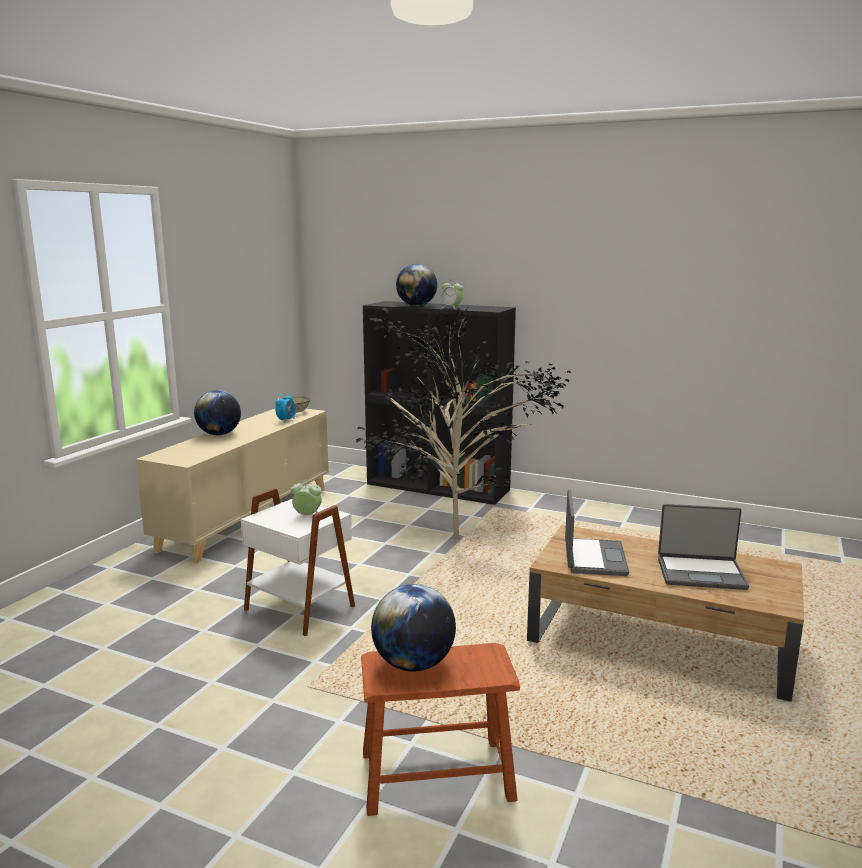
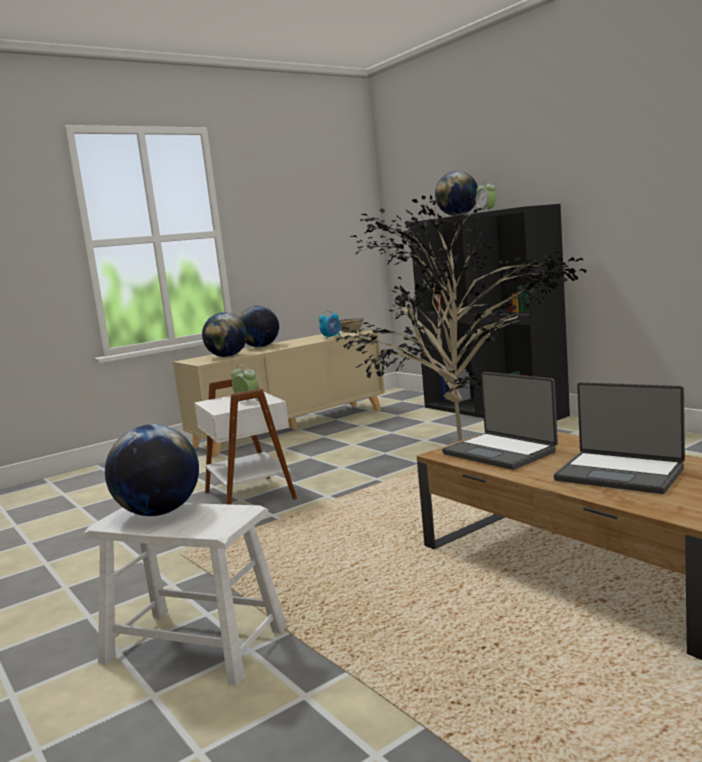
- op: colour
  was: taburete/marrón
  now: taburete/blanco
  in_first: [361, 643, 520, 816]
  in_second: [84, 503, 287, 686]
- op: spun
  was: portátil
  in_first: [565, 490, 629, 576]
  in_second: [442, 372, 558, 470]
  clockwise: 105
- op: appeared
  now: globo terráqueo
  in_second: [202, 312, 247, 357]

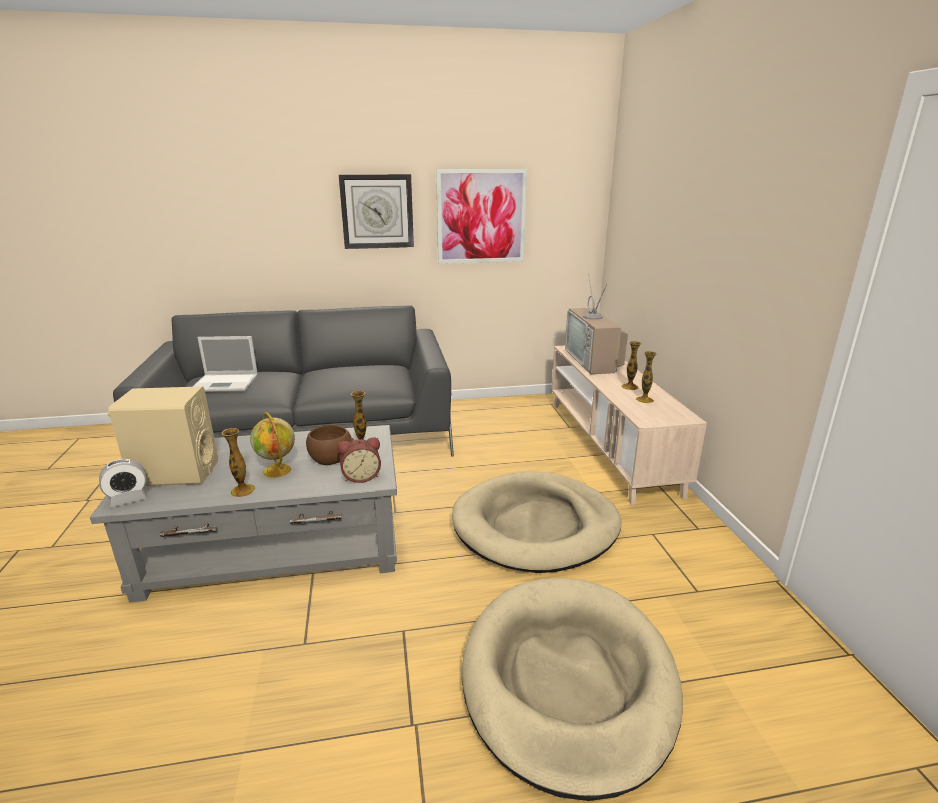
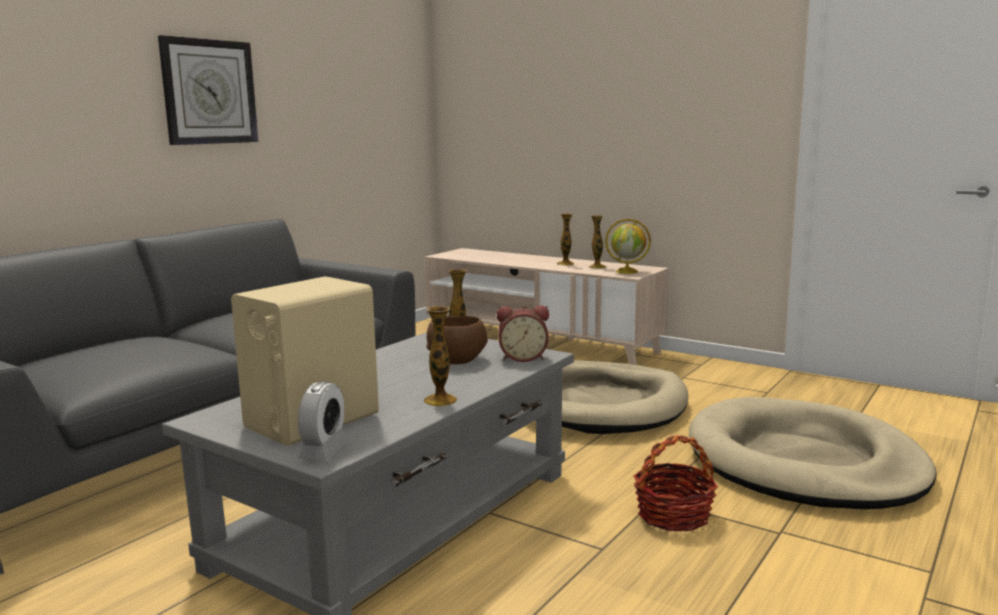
- op: missing
  was: portátil
  in_first: [192, 336, 258, 392]
- op: relocated
  was: globo terráqueo
  in_first: [250, 412, 295, 478]
  in_second: [605, 219, 651, 274]
- op: spun
  was: despertador
  in_first: [337, 437, 381, 483]
  in_second: [497, 305, 549, 362]
  clockwise: 60
- op: missing
  was: cuadro
  in_first: [436, 169, 527, 264]
- op: missing
  was: televisor
  in_first: [565, 274, 628, 374]
- op: appeared
  now: cesta
  in_second: [633, 435, 718, 532]

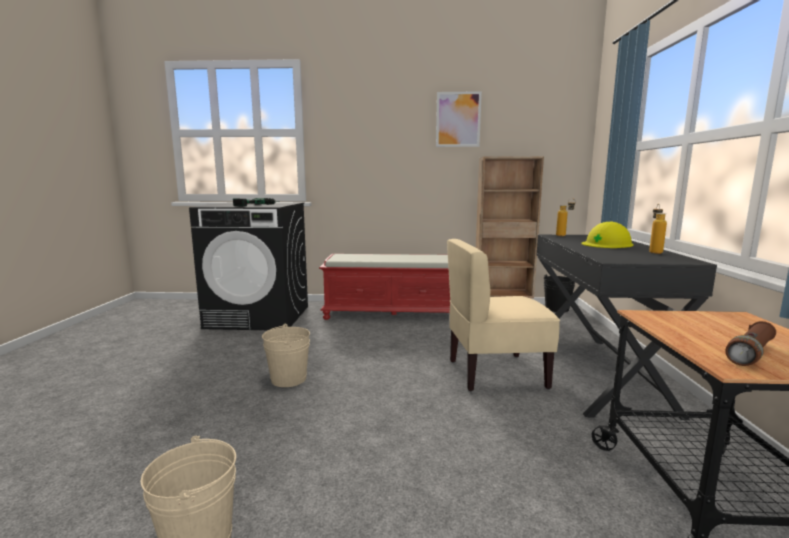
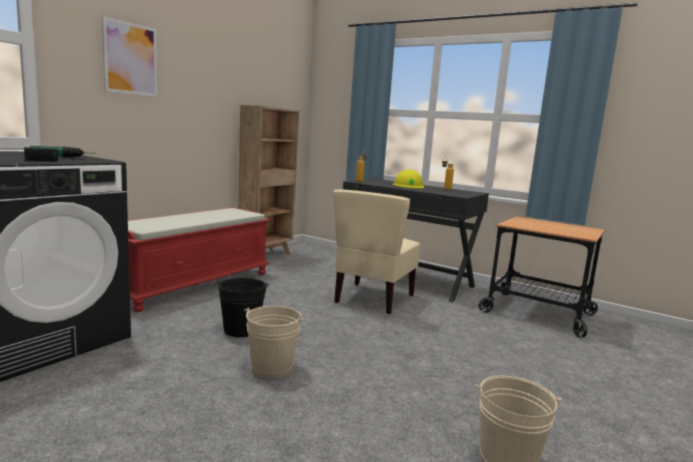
- op: relocated
  was: cuadro
  in_first: [436, 91, 482, 147]
  in_second: [102, 16, 157, 97]
- op: relocated
  was: cubo/negro
  in_first: [544, 274, 575, 312]
  in_second: [215, 278, 269, 337]
- op: missing
  was: linterna/marrón
  in_first: [725, 321, 776, 366]

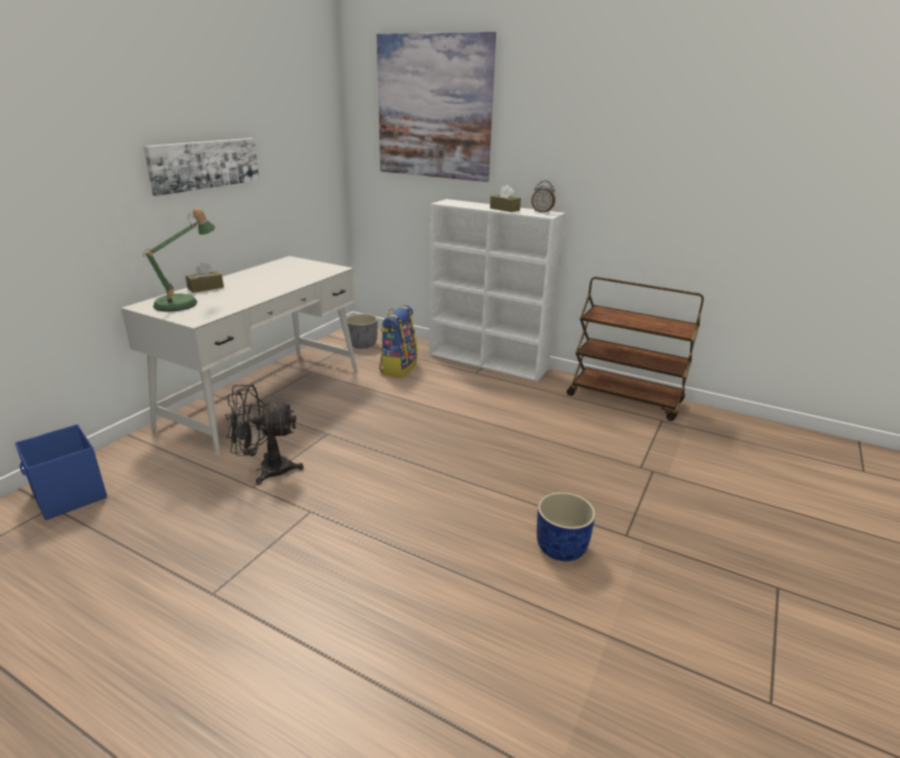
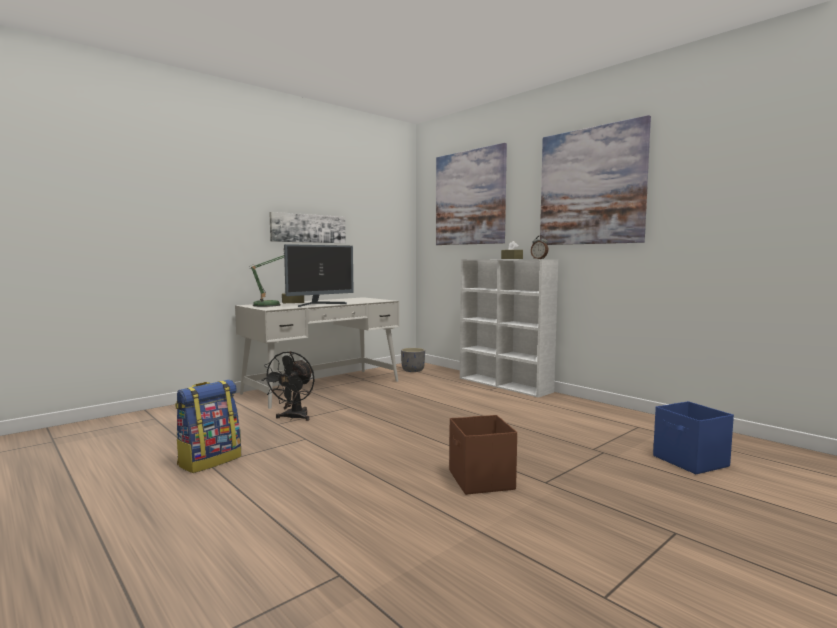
- op: relocated
  was: caja de almacenaje/azul
  in_first: [15, 424, 107, 520]
  in_second: [653, 401, 734, 474]
- op: spun
  was: ventilador/negro
  in_first: [225, 385, 304, 485]
  in_second: [262, 351, 315, 421]
  clockwise: -90
- op: relocated
  was: mochila
  in_first: [379, 305, 417, 378]
  in_second: [175, 380, 241, 473]
- op: exchanged
  was: maceta/azul
  now: caja de almacenaje/marrón
  in_first: [537, 492, 596, 561]
  in_second: [449, 415, 517, 495]
- op: missing
  was: carrito/marrón
  in_first: [567, 277, 704, 421]
- op: appeared
  now: monitor
  in_second: [284, 244, 354, 307]
- op: appeared
  now: cuadro
  in_second: [540, 115, 651, 245]

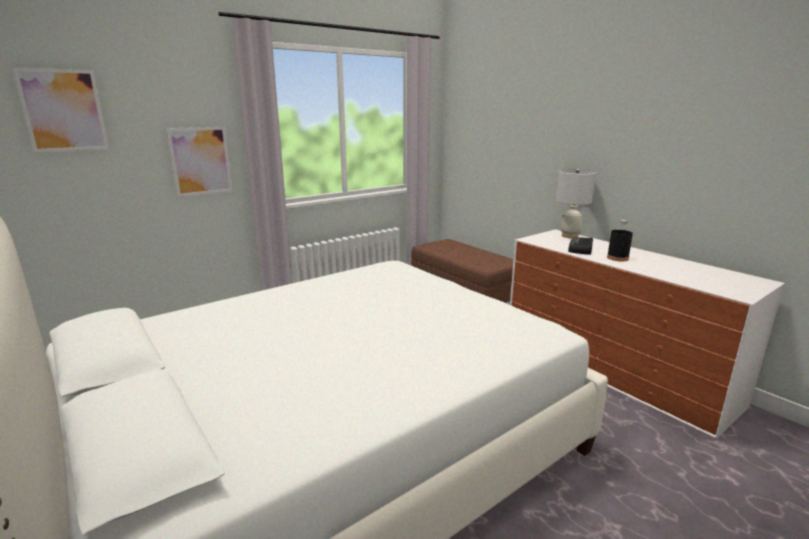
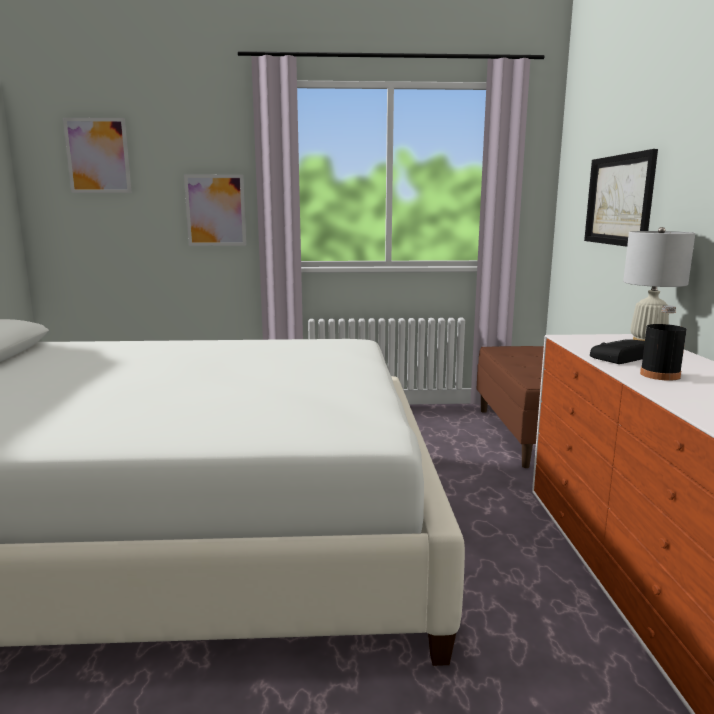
- op: appeared
  now: cuadro
  in_second: [584, 149, 658, 247]

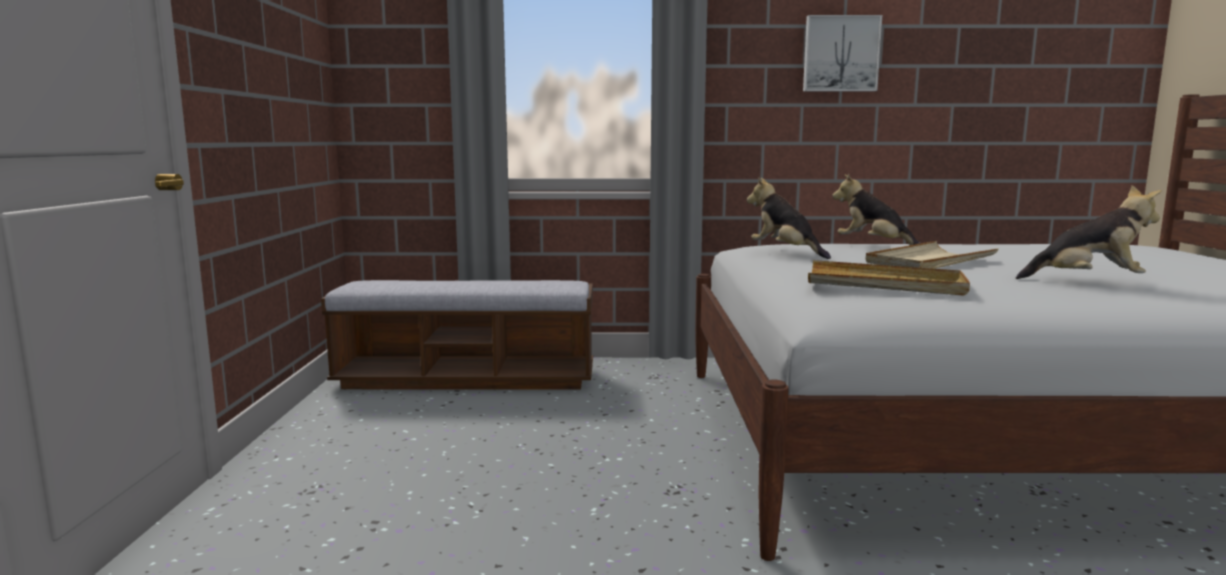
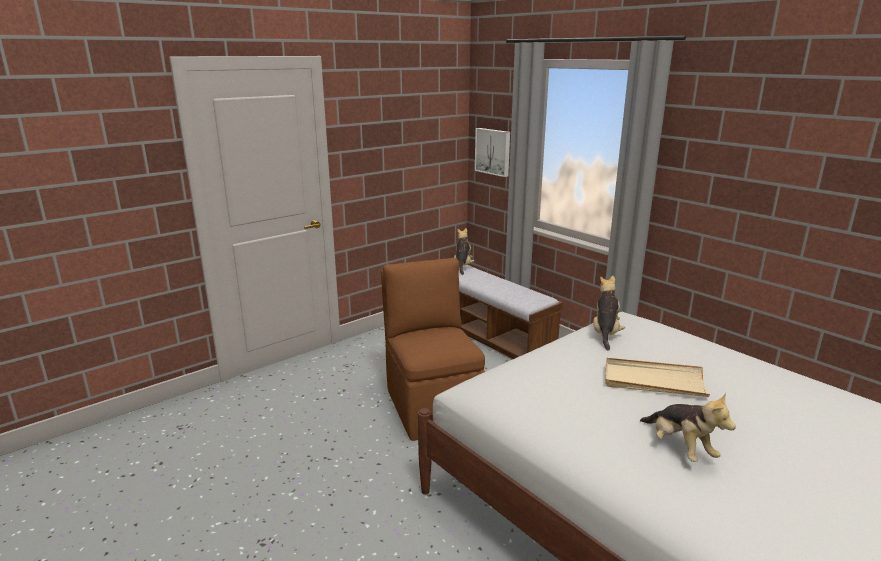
- op: relocated
  was: cuadro
  in_first: [803, 15, 882, 92]
  in_second: [475, 128, 510, 177]
- op: missing
  was: bandeja/beis
  in_first: [808, 260, 970, 296]
- op: relocated
  was: peluche
  in_first: [832, 173, 921, 245]
  in_second: [454, 228, 474, 275]
- op: appeared
  now: silla/marrón
  in_second: [381, 258, 485, 441]

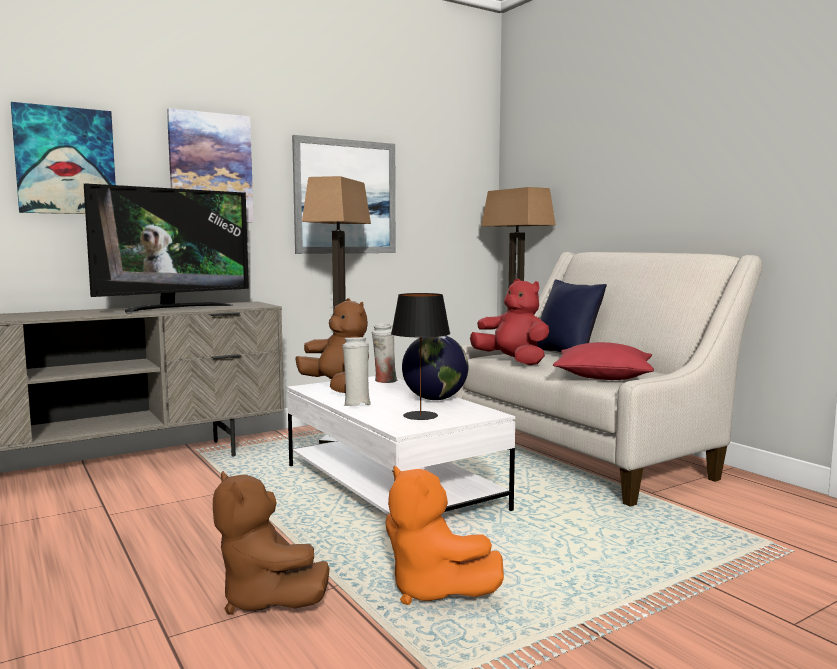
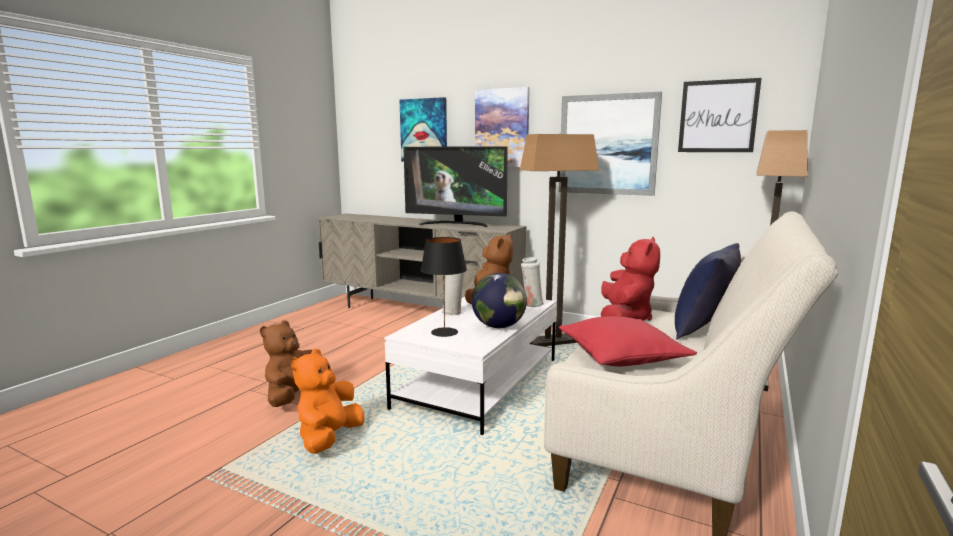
- op: appeared
  now: cuadro
  in_second: [678, 78, 762, 152]

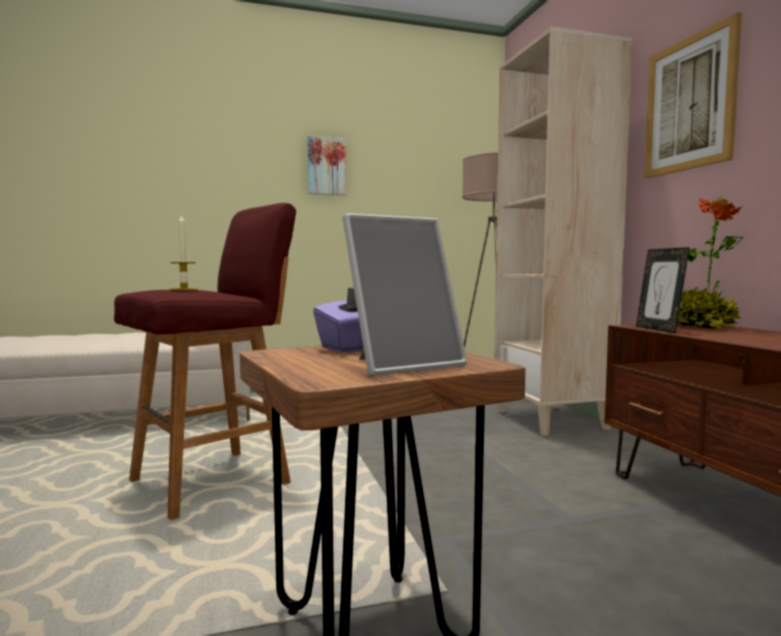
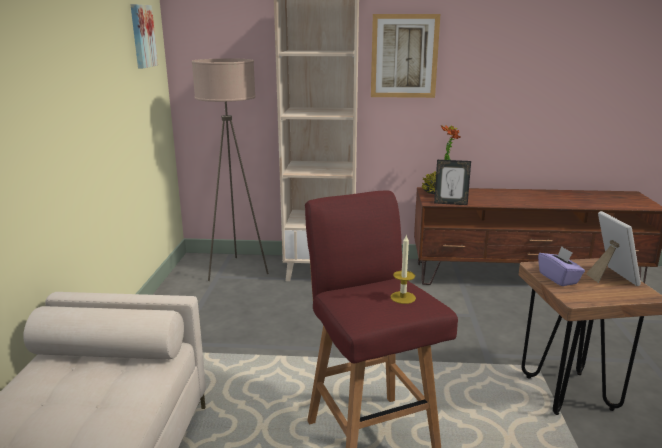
- op: relocated
  was: cuadro
  in_first: [308, 135, 346, 195]
  in_second: [130, 4, 158, 68]

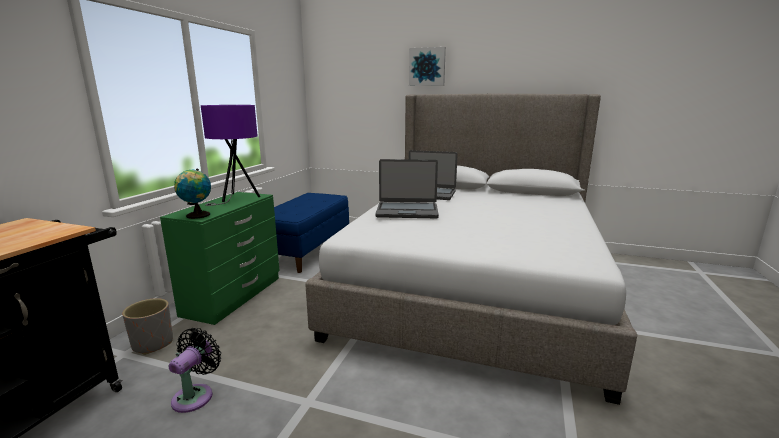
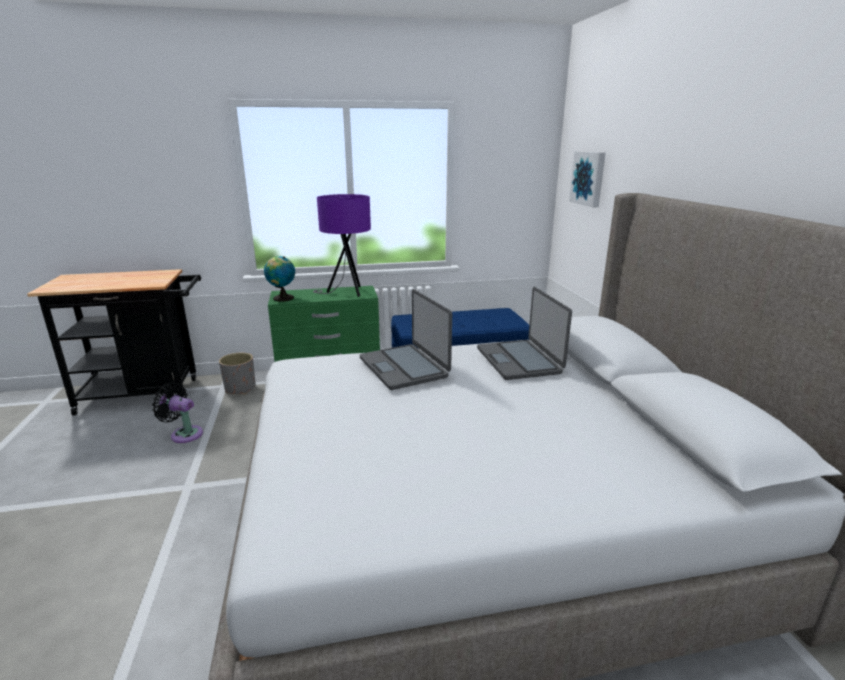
- op: spun
  was: ventilador/negro
  in_first: [169, 328, 221, 413]
  in_second: [152, 382, 203, 443]
  clockwise: -150
- op: relocated
  was: cuadro
  in_first: [409, 47, 446, 86]
  in_second: [569, 151, 606, 207]

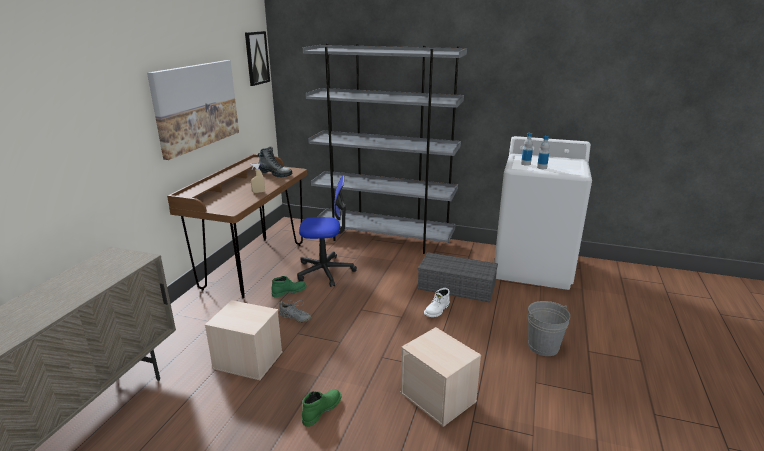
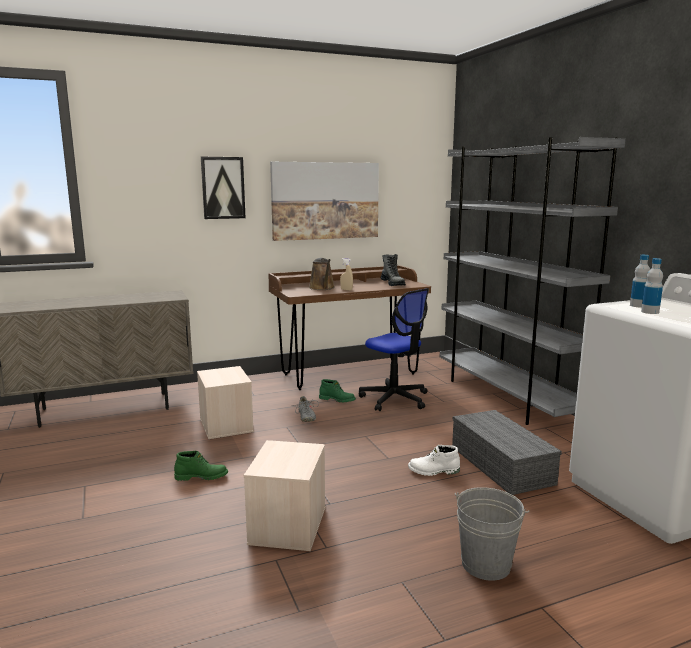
- op: relocated
  was: cuadro
  in_first: [245, 31, 270, 86]
  in_second: [201, 157, 246, 219]
- op: appeared
  now: regadera/marrón
  in_second: [309, 258, 335, 290]

